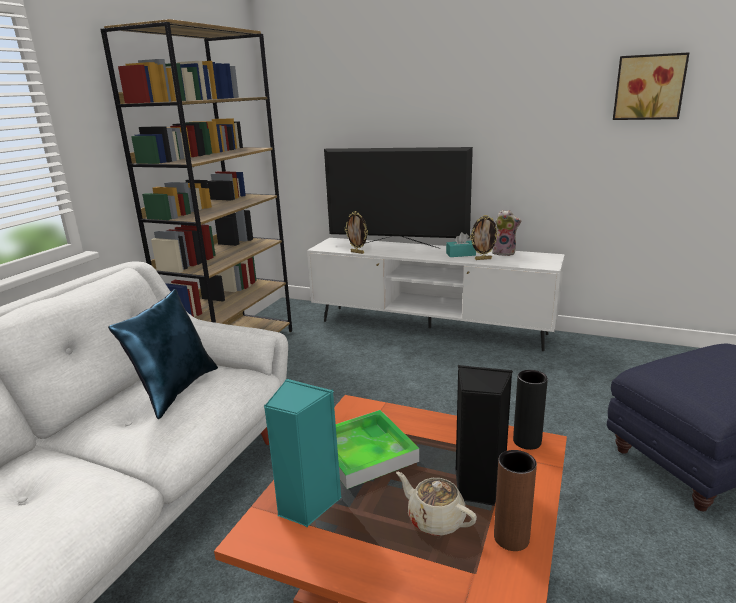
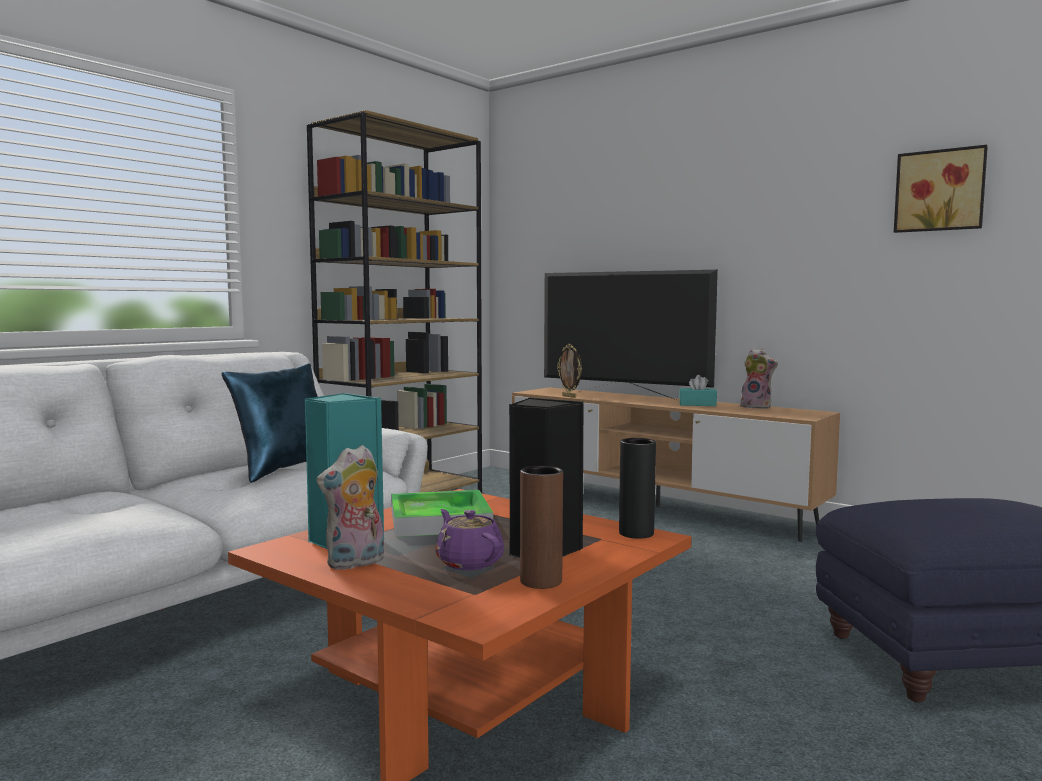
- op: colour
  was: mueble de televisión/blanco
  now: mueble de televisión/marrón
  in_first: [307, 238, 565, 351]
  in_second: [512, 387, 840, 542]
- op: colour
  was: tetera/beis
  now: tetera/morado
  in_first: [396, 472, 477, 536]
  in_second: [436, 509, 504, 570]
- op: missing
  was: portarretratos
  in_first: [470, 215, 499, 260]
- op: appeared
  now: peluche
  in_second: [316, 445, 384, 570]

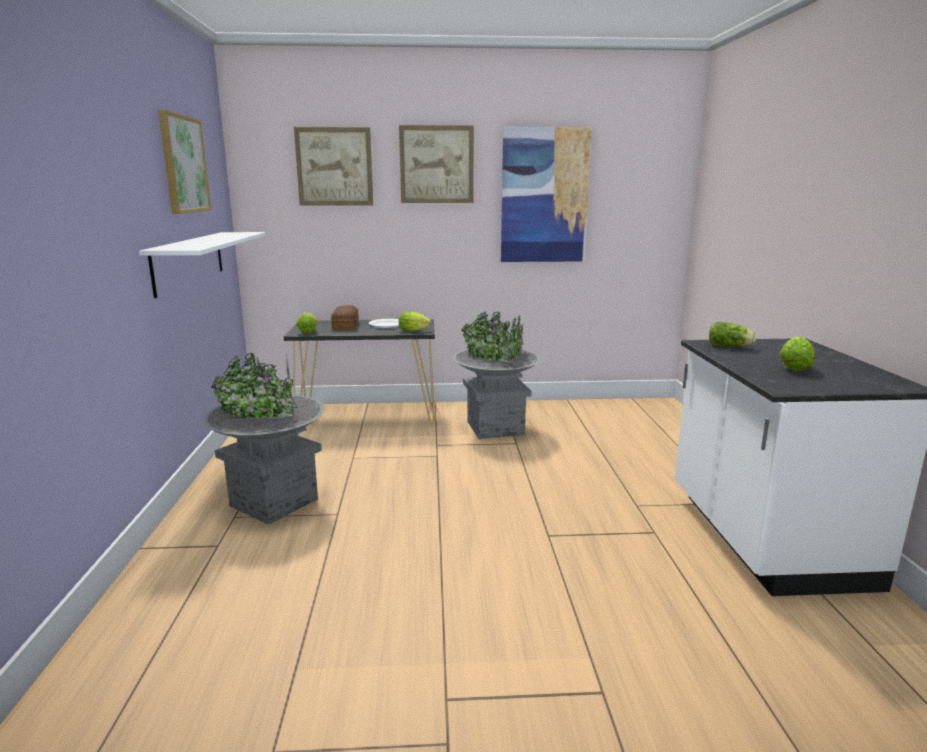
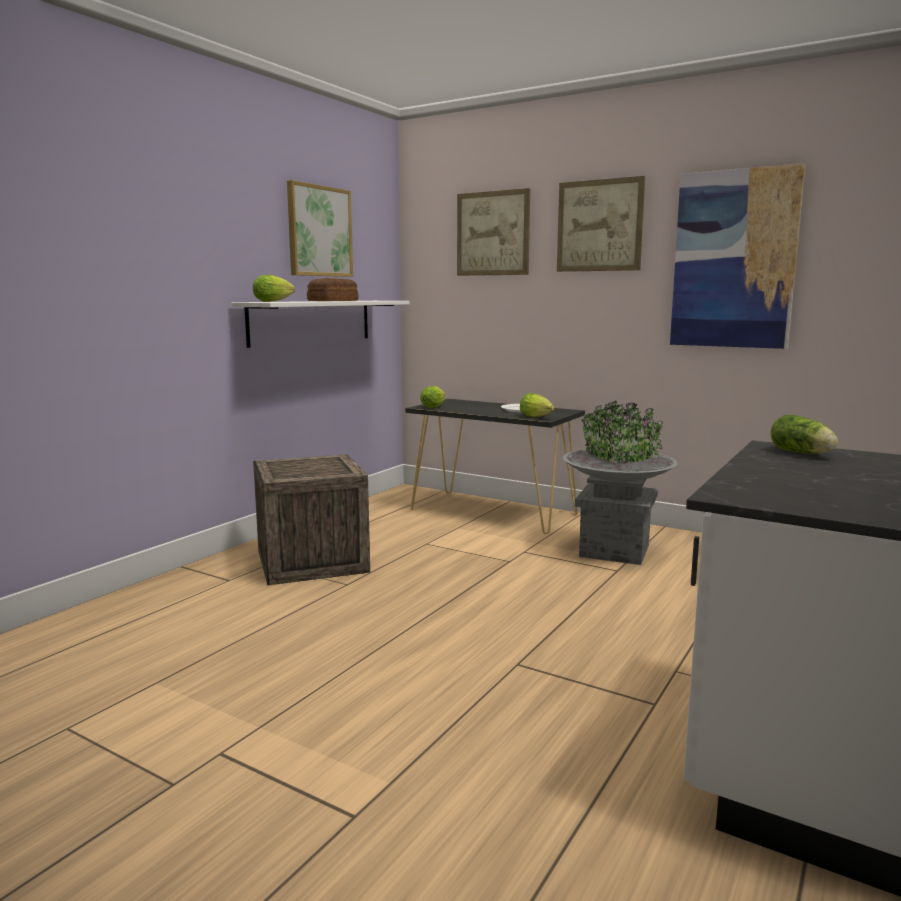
- op: exchanged
  was: maceta/gris
  now: caja de embalaje
  in_first: [203, 353, 325, 525]
  in_second: [253, 454, 370, 585]
- op: relocated
  was: pan
  in_first: [331, 305, 359, 330]
  in_second: [307, 278, 358, 301]
- op: relocated
  was: lechuga
  in_first: [780, 337, 815, 371]
  in_second: [253, 275, 295, 302]

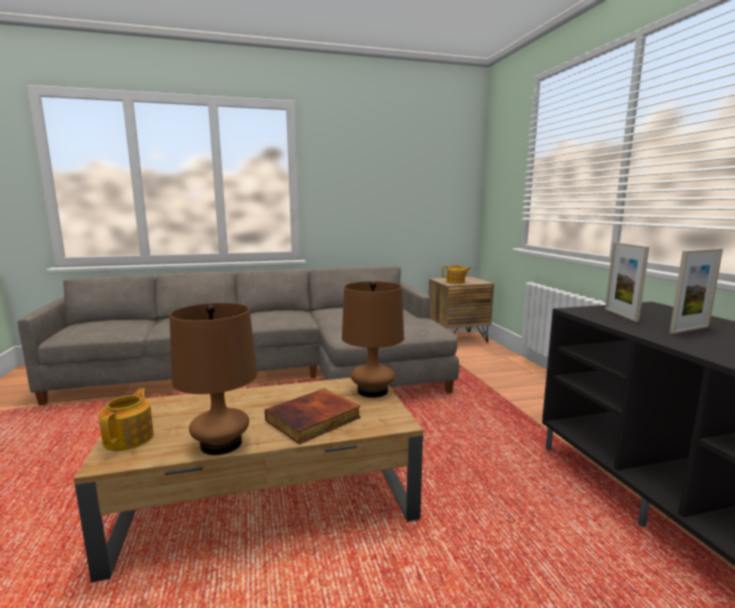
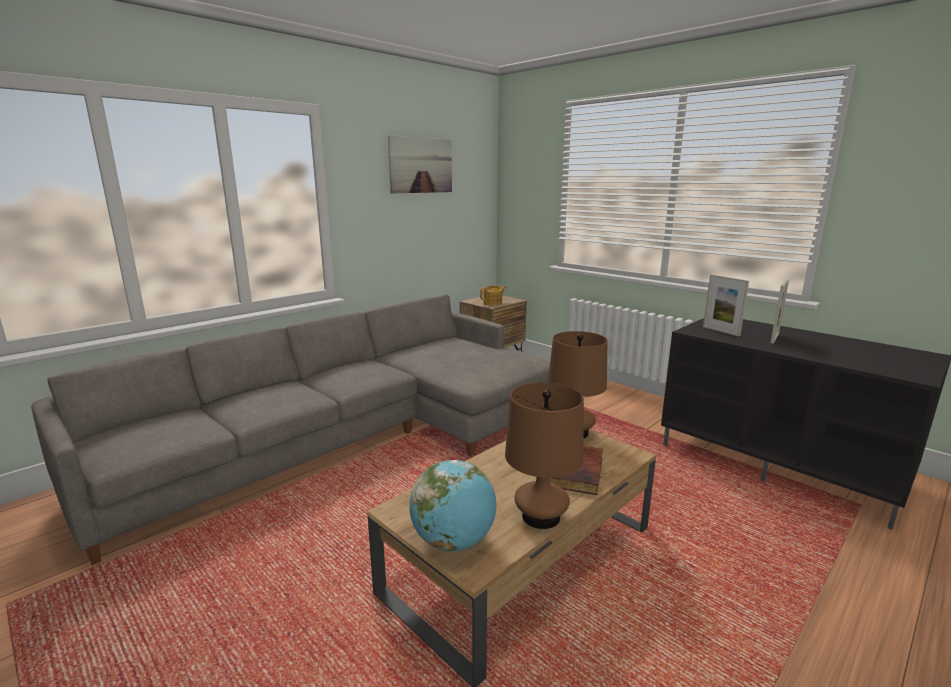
- op: exchanged
  was: tetera
  now: globo terráqueo
  in_first: [99, 388, 154, 451]
  in_second: [409, 460, 496, 551]
- op: appeared
  now: cuadro
  in_second: [388, 135, 452, 193]

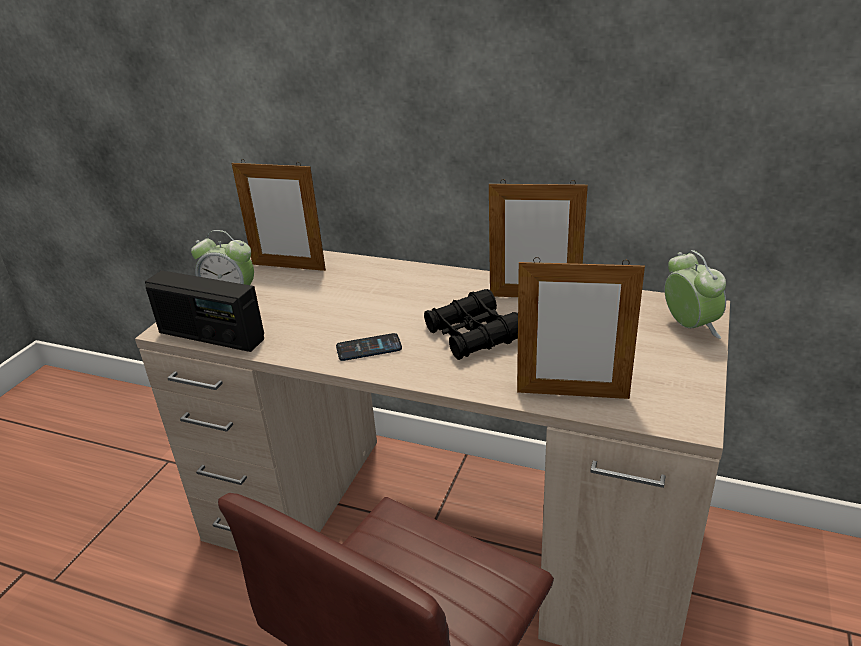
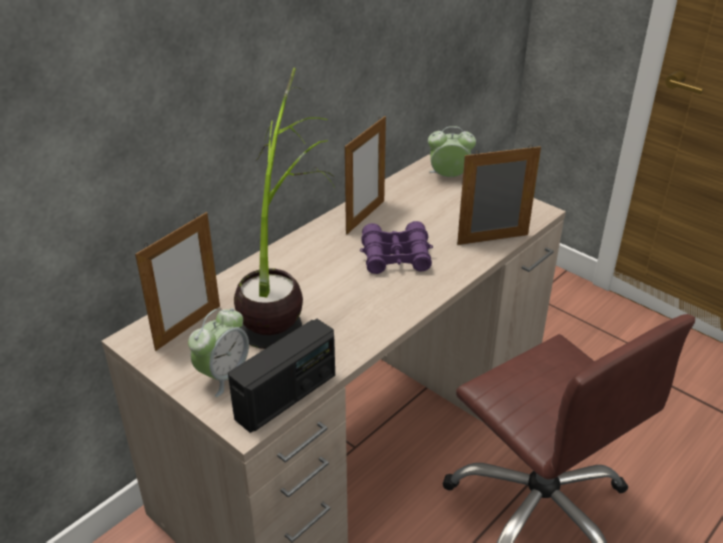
- op: missing
  was: móvil
  in_first: [336, 333, 402, 361]
- op: colour
  was: prismáticos/negro
  now: prismáticos/morado
  in_first: [424, 289, 518, 360]
  in_second: [360, 221, 433, 274]
- op: spun
  was: portarretratos
  in_first: [517, 257, 645, 399]
  in_second: [457, 145, 541, 245]
  clockwise: -135
- op: appeared
  now: planta en maceta
  in_second: [234, 67, 334, 349]

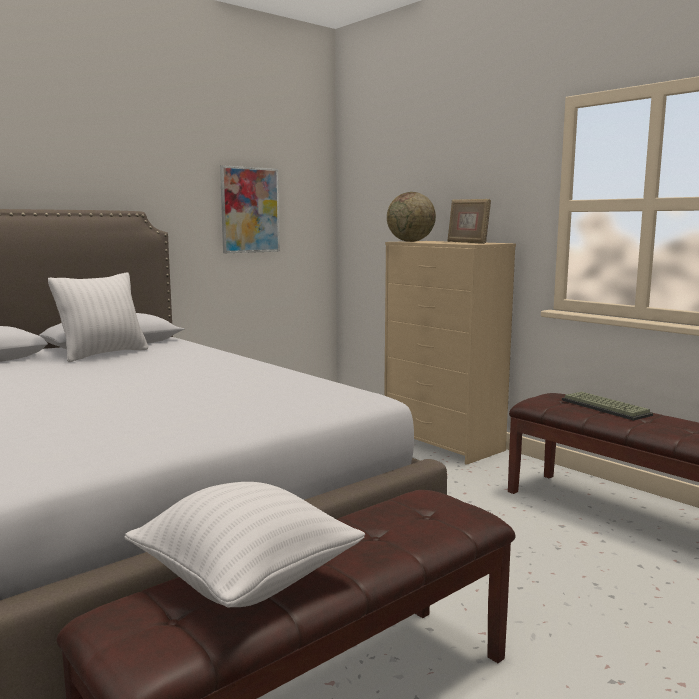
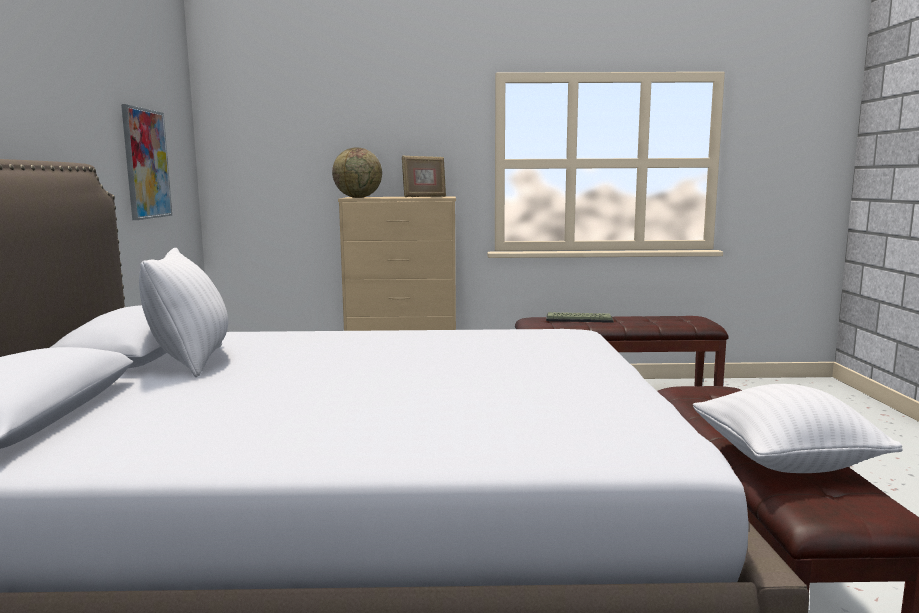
- op: spun
  was: portarretratos
  in_first: [448, 199, 491, 244]
  in_second: [402, 156, 446, 197]
  clockwise: -45

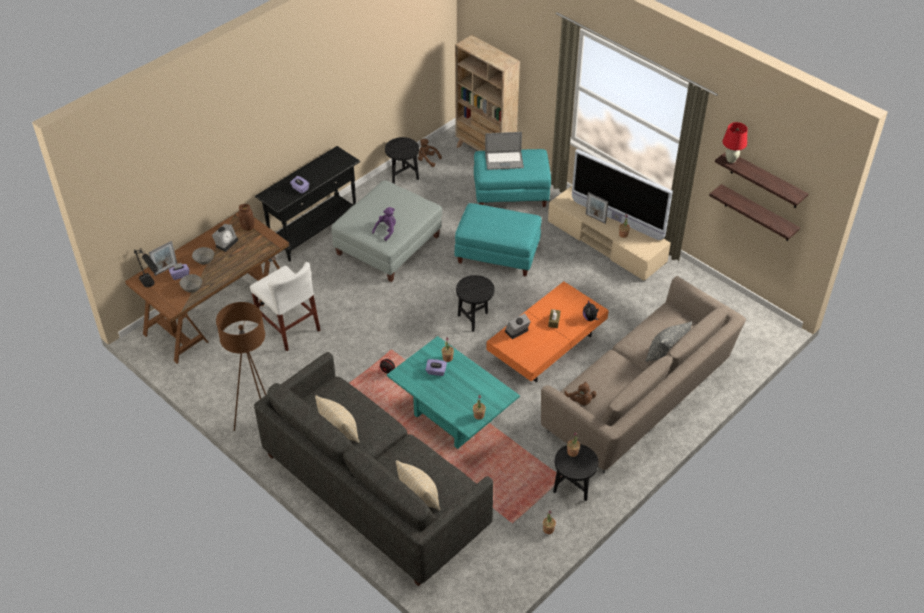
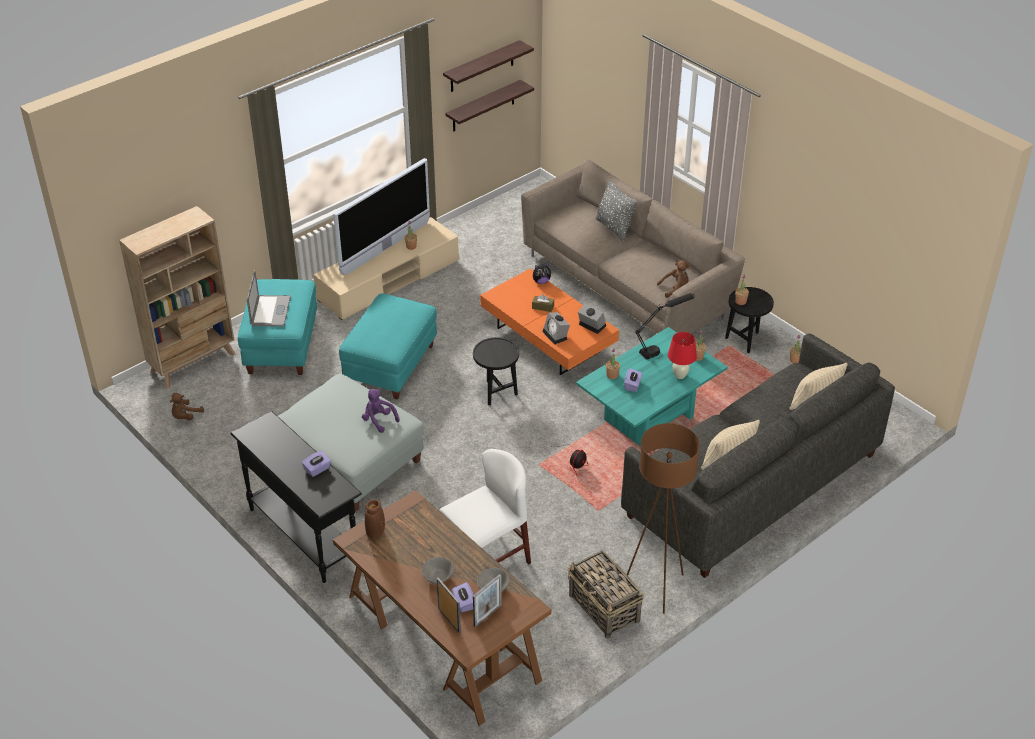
- op: relocated
  was: lámpara de mesa/negro
  in_first: [134, 249, 159, 287]
  in_second: [635, 293, 695, 360]
- op: relocated
  was: despertador
  in_first: [212, 224, 238, 252]
  in_second: [578, 304, 606, 334]
- op: missing
  was: mesa auxiliar/negro
  in_first: [385, 137, 419, 184]
- op: relocated
  was: portarretratos
  in_first: [586, 192, 608, 224]
  in_second: [473, 574, 502, 627]
- op: relocated
  was: lámpara de mesa/rojo
  in_first: [723, 122, 748, 163]
  in_second: [668, 332, 697, 379]
- op: appeared
  now: cesta
  in_second: [568, 550, 644, 639]

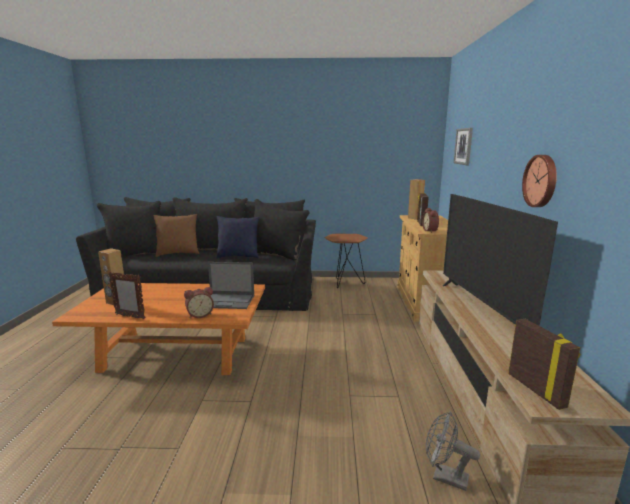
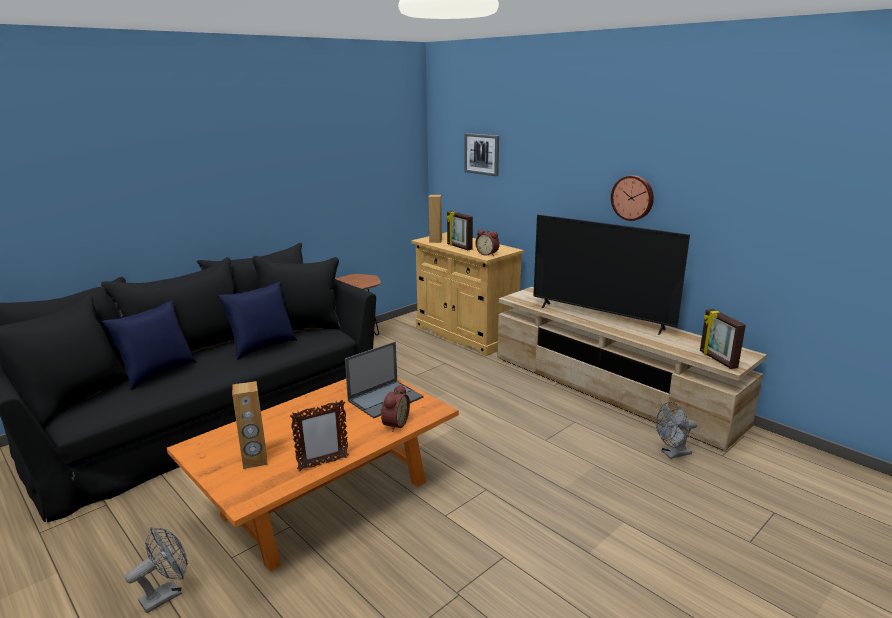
- op: colour
  was: cojín/marrón
  now: cojín/azul
  in_first: [153, 214, 199, 257]
  in_second: [102, 300, 197, 390]
- op: spun
  was: portarretratos
  in_first: [508, 319, 580, 410]
  in_second: [700, 309, 746, 369]
  clockwise: -135
- op: appeared
  now: ventilador/gris
  in_second: [125, 527, 188, 613]

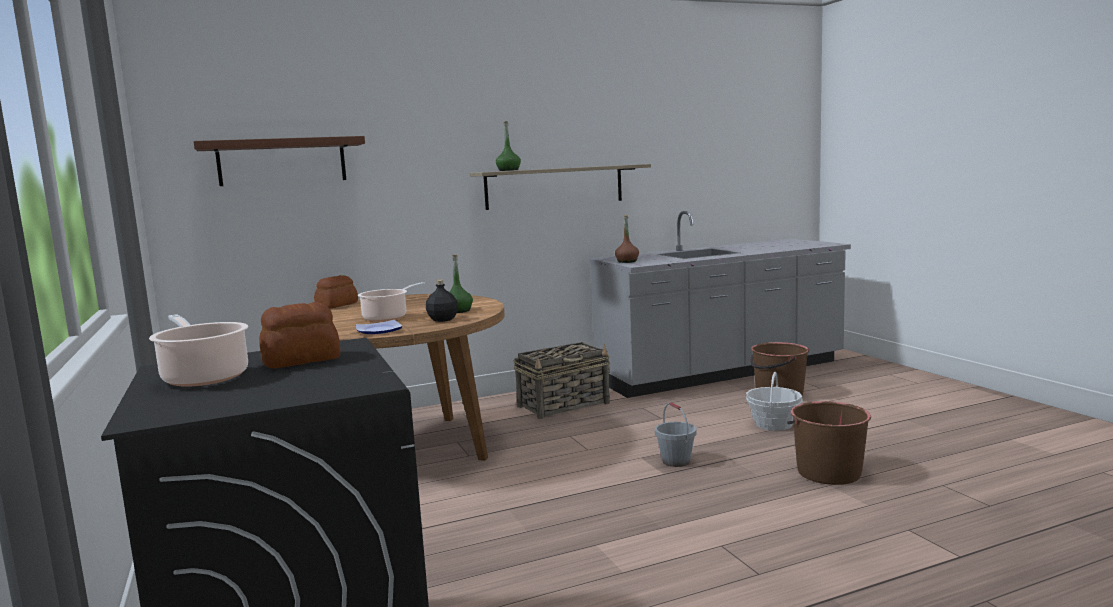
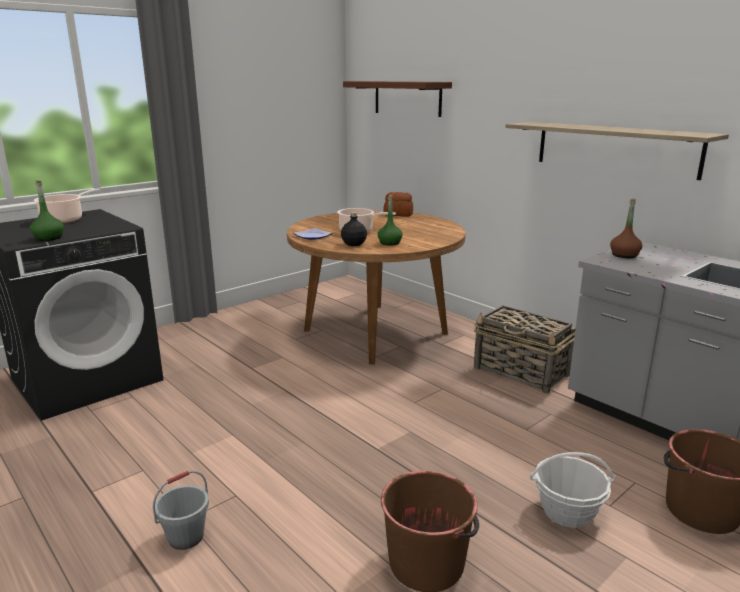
- op: missing
  was: pan
  in_first: [259, 302, 341, 369]
- op: relocated
  was: botella/verde
  in_first: [496, 121, 521, 171]
  in_second: [30, 181, 64, 241]
- op: relocated
  was: cubo/gris
  in_first: [655, 402, 697, 467]
  in_second: [153, 471, 209, 550]

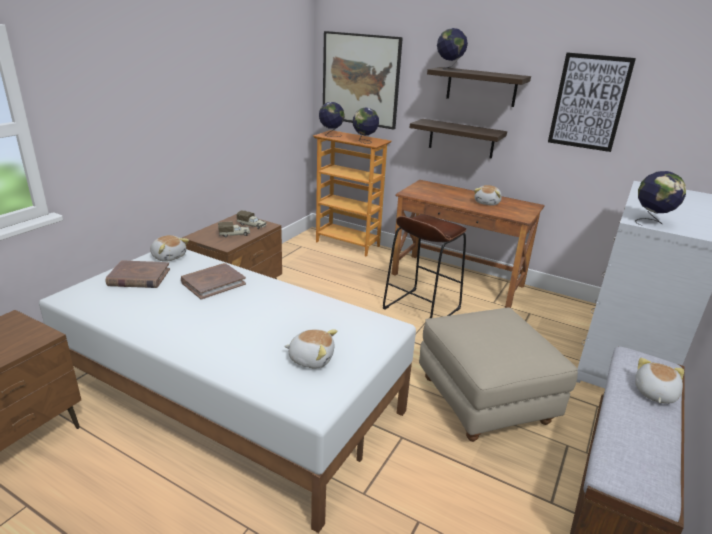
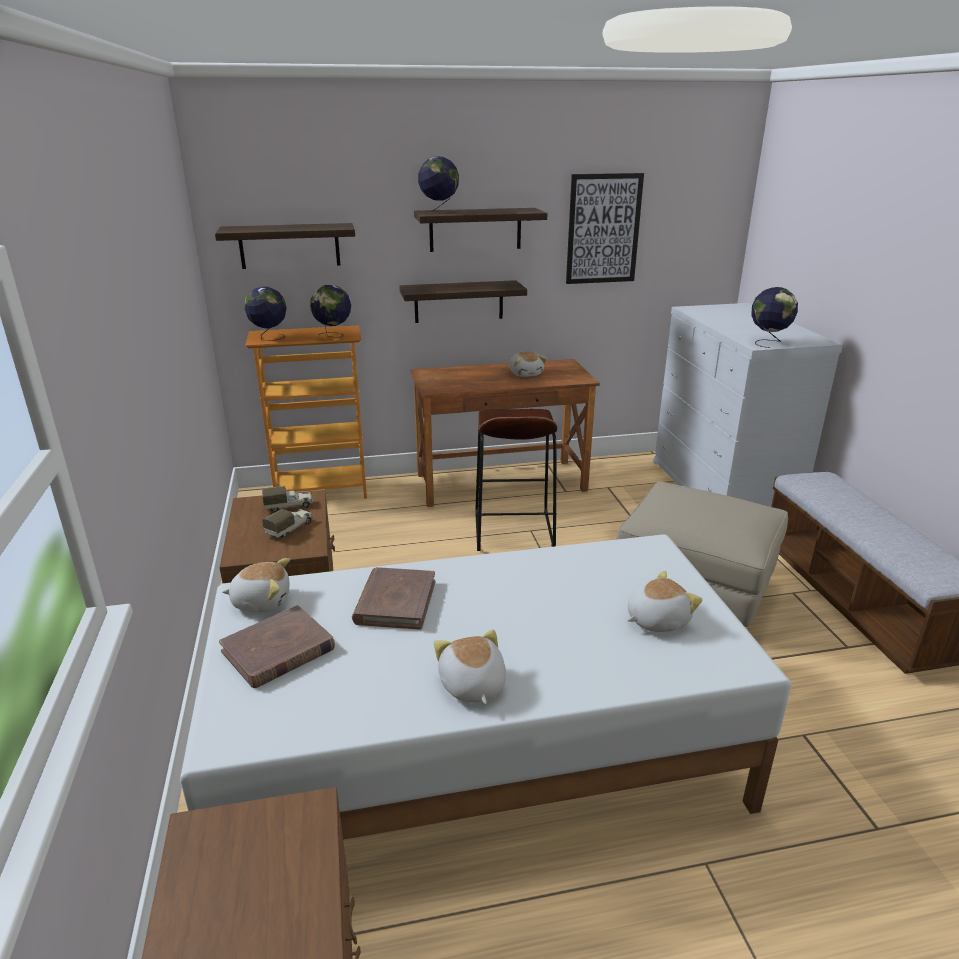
- op: exchanged
  was: cuadro
  now: estante
  in_first: [323, 31, 403, 130]
  in_second: [215, 223, 355, 269]
- op: relocated
  was: peluche
  in_first: [635, 358, 684, 404]
  in_second: [434, 630, 506, 704]

